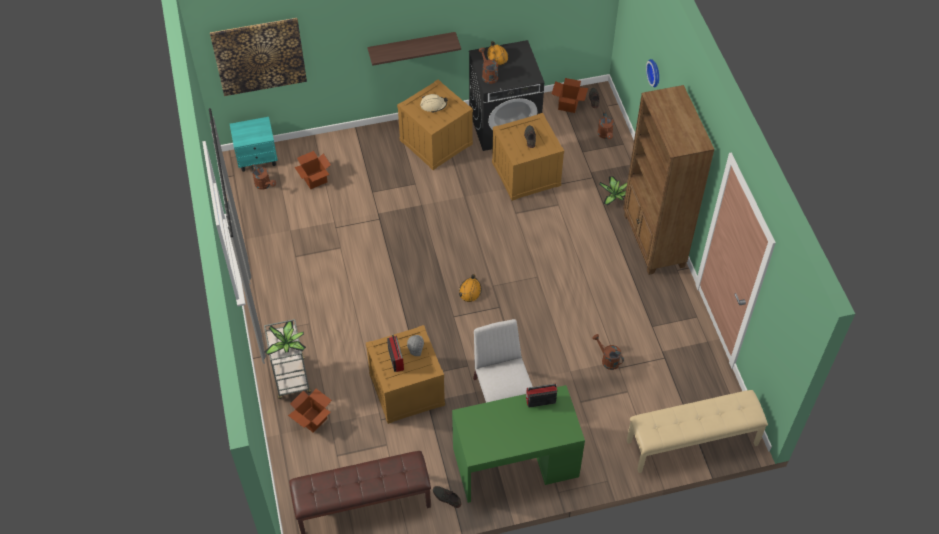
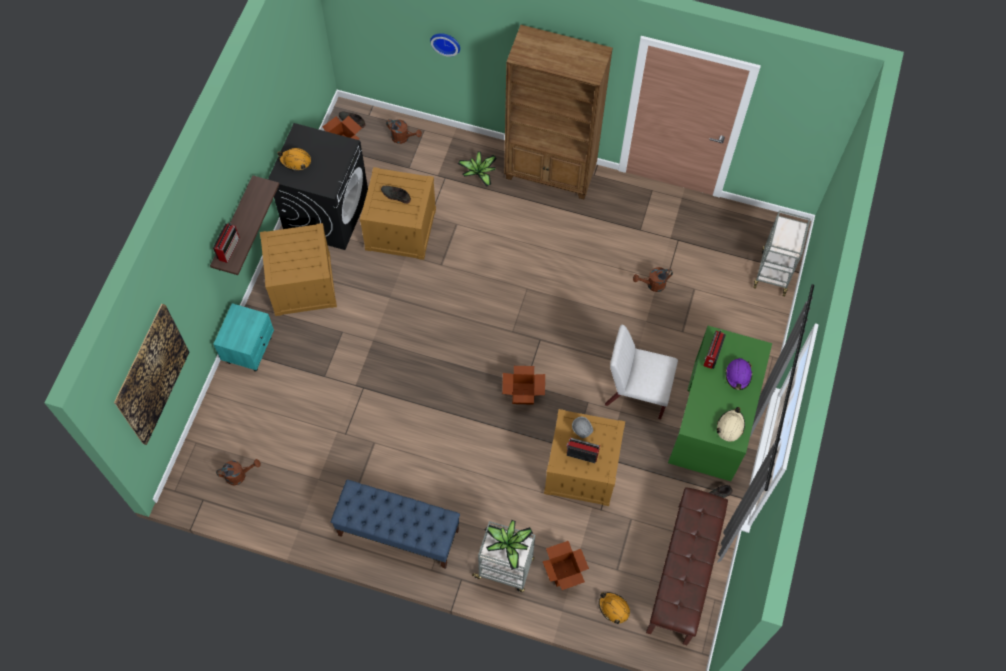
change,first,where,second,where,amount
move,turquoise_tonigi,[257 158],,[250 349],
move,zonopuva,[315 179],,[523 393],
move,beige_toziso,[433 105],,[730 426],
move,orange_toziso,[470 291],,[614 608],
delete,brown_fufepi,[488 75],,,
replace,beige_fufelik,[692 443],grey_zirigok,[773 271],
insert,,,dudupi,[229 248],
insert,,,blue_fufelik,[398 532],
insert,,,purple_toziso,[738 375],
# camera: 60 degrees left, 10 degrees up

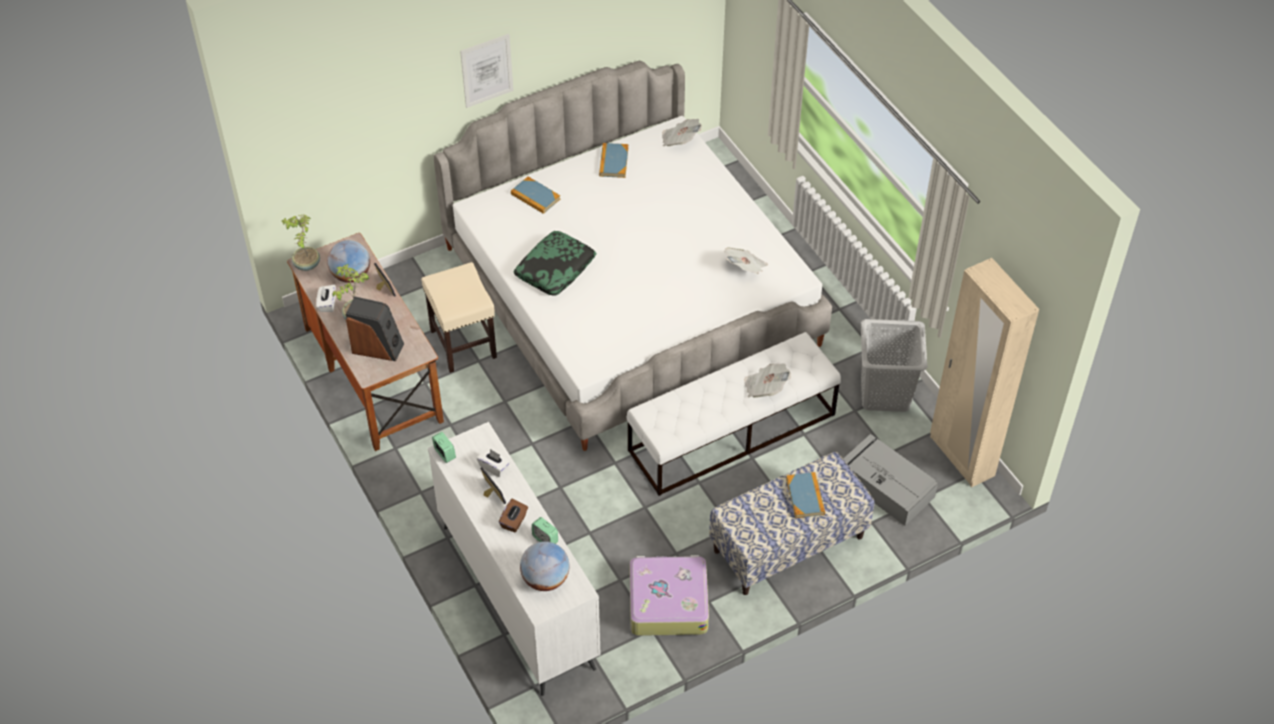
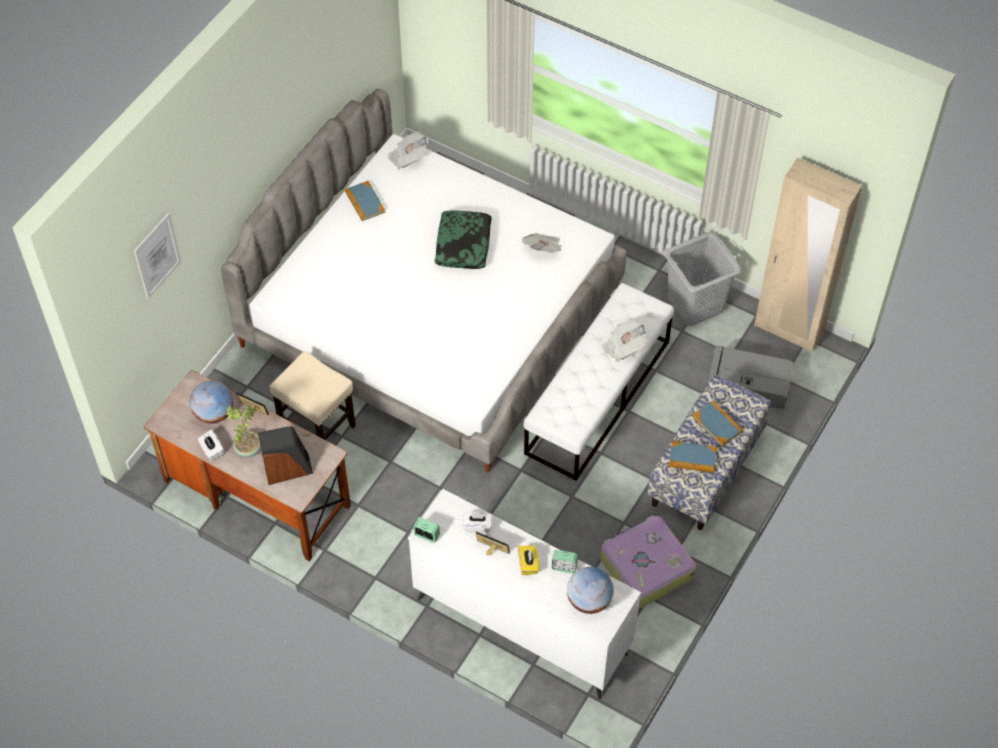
change,first,where,second,where,amount
delete,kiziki,[306 265],,,
move,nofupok,[487 70],,[157 255],
recolor,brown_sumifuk,[514 521],yellow_sumifuk,[528 564],
move,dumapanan,[535 197],,[692 458],
move,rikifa,[555 269],,[463 245],
# camera: 30 degrees left, 5 degrees up

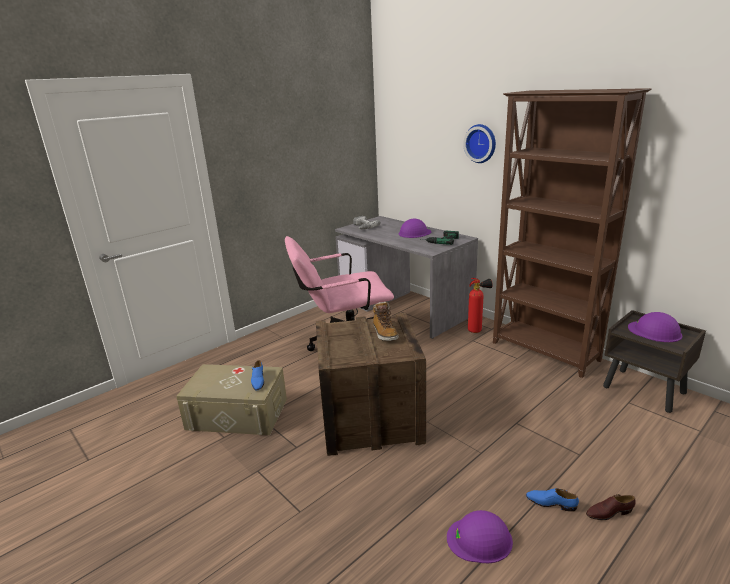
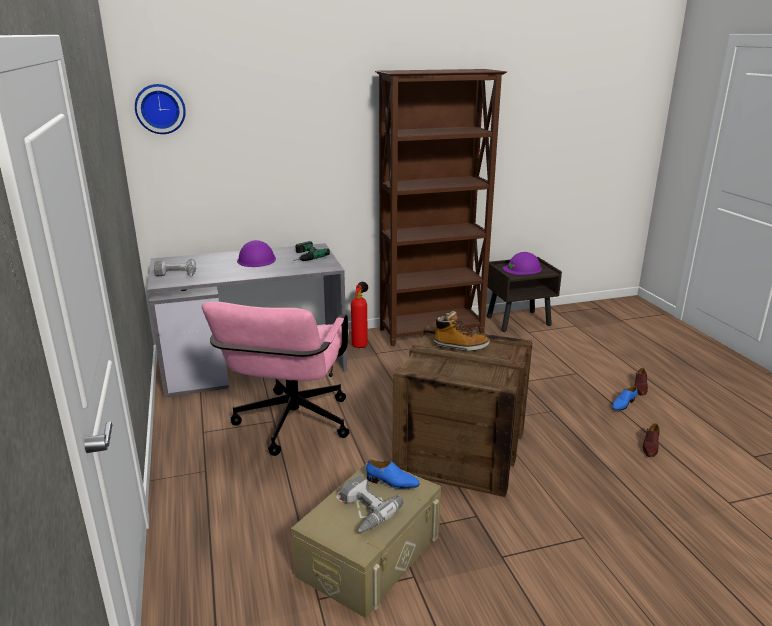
change,first,where,second,where,amount
replace,purple_toziso,[480 539],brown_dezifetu,[650 447],
move,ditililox,[481 143],,[160 109],
insert,,,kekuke,[363 511],
# camera: 65 degrees left, 0 degrees up

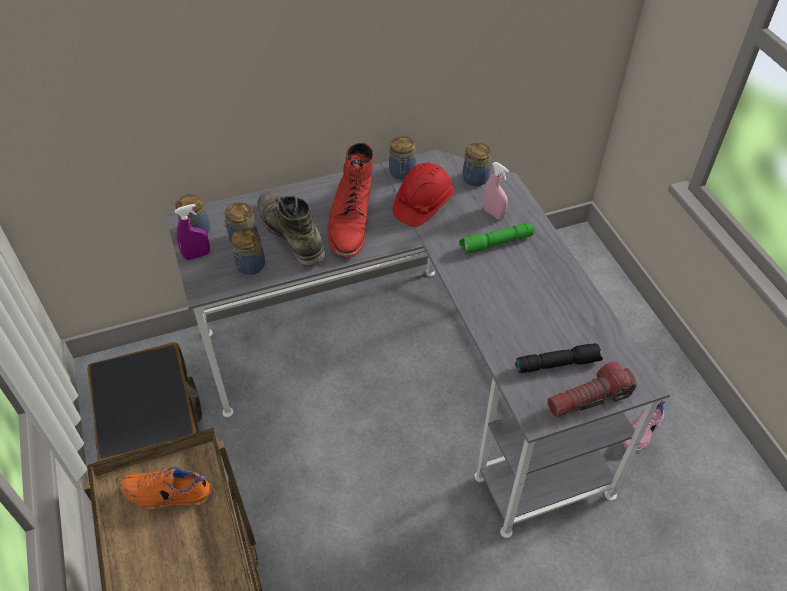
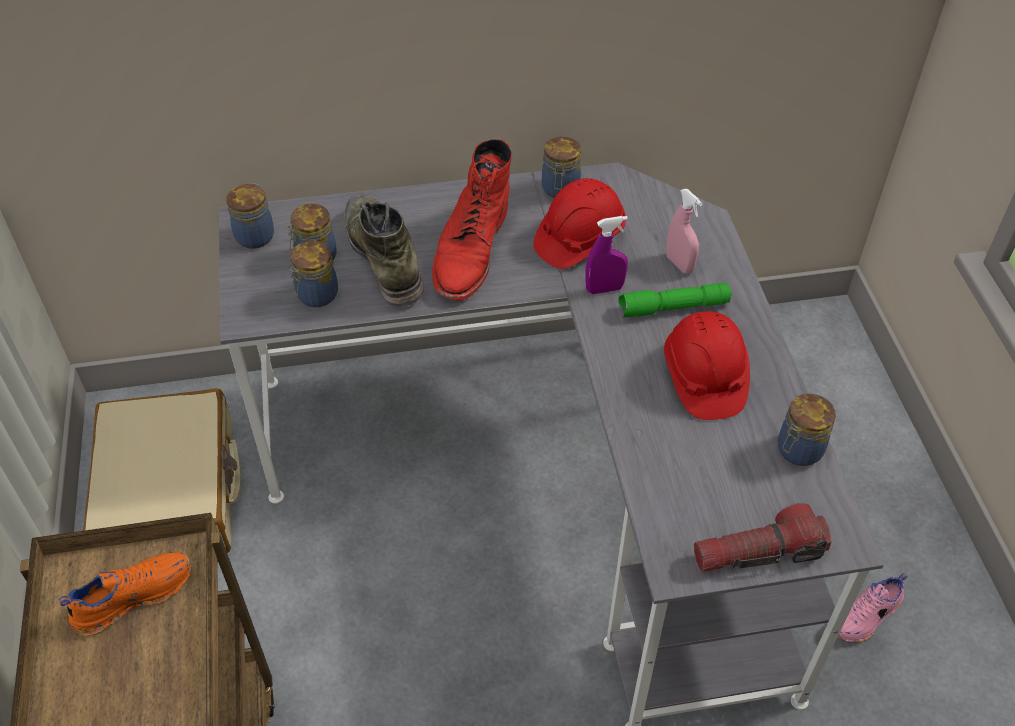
change,first,where,second,where,amount
recolor,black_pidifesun,[151 421],beige_pidifesun,[170 493],
rotate,orange_dezifetu,[168 494],,[132 596],135 degrees clockwise
move,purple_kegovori,[197 255],,[604 289],
move,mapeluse,[474 179],,[798 451],
delete,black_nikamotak,[557 363],,,
insert,,,red_toziso,[703 378],
# camera: 10 degrees right, 0 degrees up

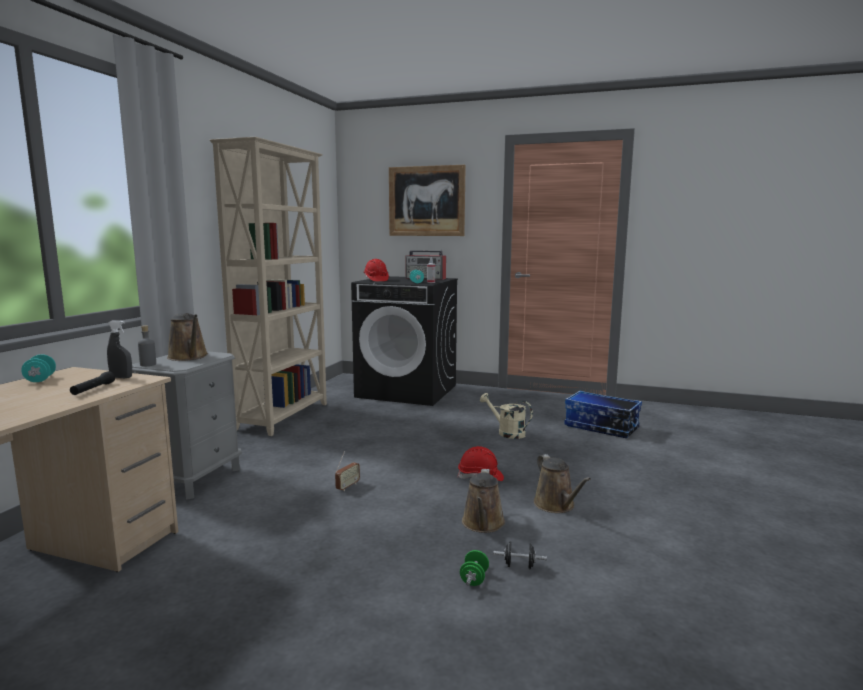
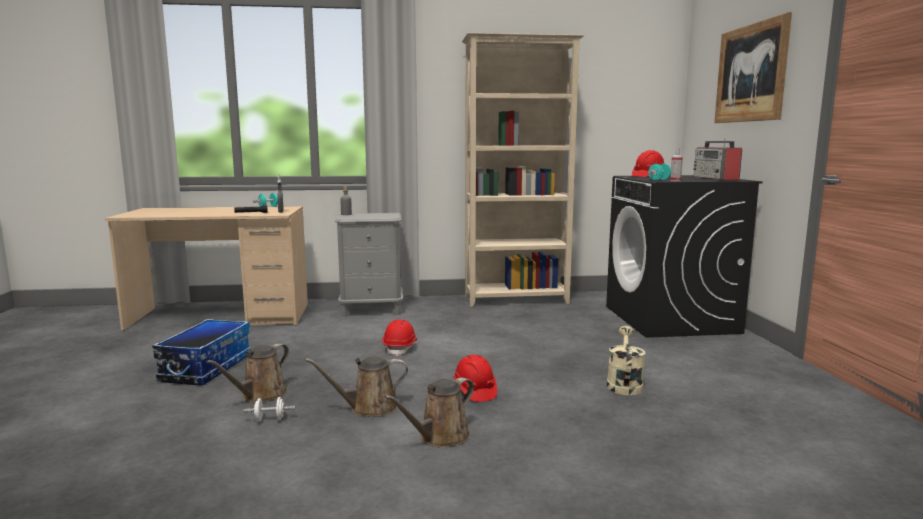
change,first,where,second,where,amount
move,brown_fufepi,[189 357],,[261 395],
replace,dudupi,[347 486],red_toziso,[400 348],
recolor,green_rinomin,[474 579],white_rinomin,[270 419],
delete,black_rinomin,[519 566],,,
move,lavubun,[600 427],,[206 368],
# camera: 65 degrees right, 0 degrees up

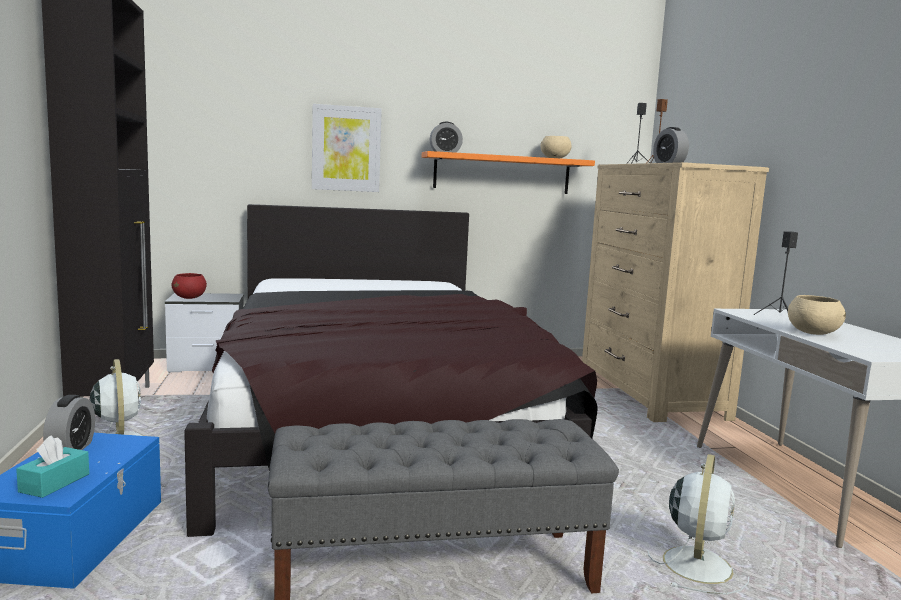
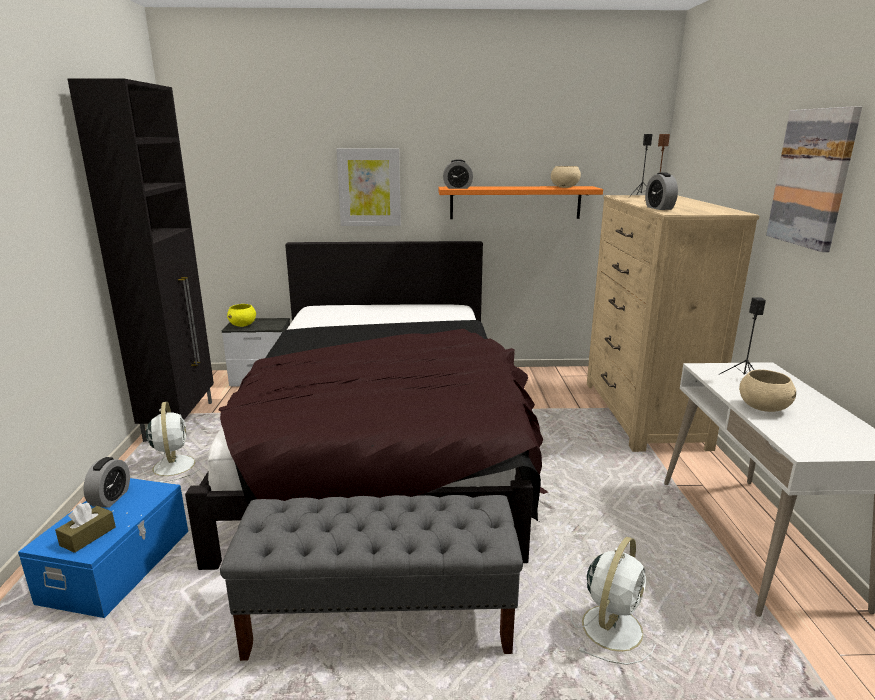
change,first,where,second,where,amount
recolor,turquoise_sumifuk,[54 483],brown_sumifuk,[88 536],
recolor,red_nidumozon,[189 298],yellow_nidumozon,[243 325],
insert,,,nofupok,[812 178],
# camera: 10 degrees right, 10 degrees up

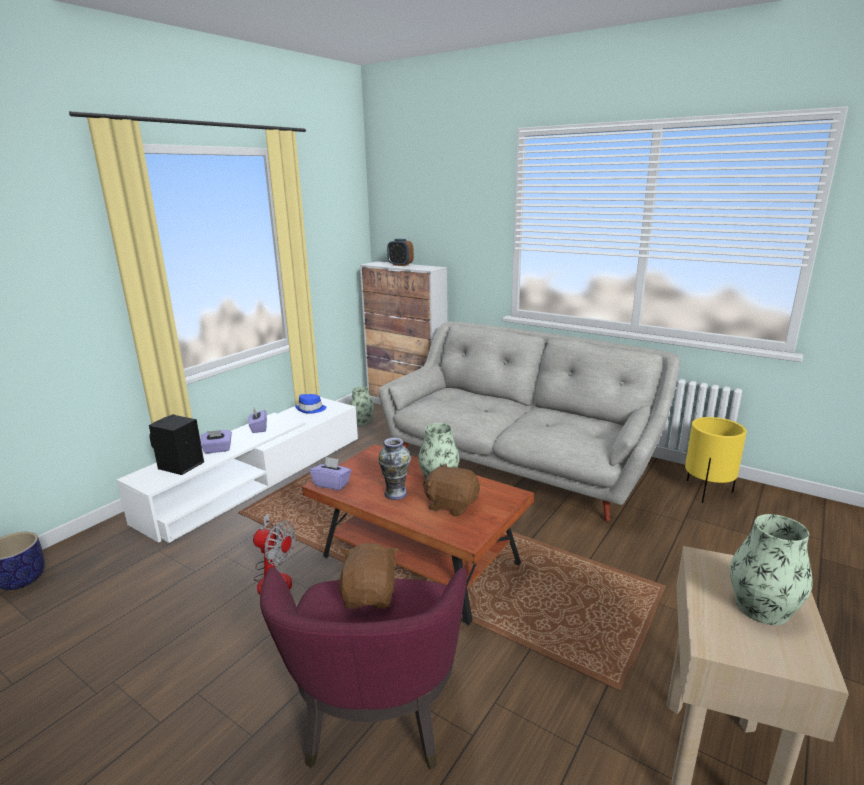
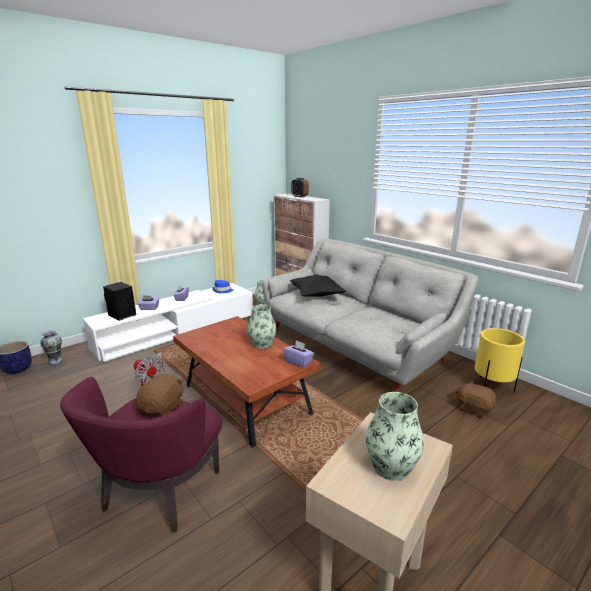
change,first,where,second,where,amount
move,purple_sumifuk,[332 484],,[298 361],
move,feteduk,[395 493],,[55 361],
move,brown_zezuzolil,[451 505],,[474 409],
insert,,,black_rikifa,[316 295],
# camera: 15 degrees right, 0 degrees up

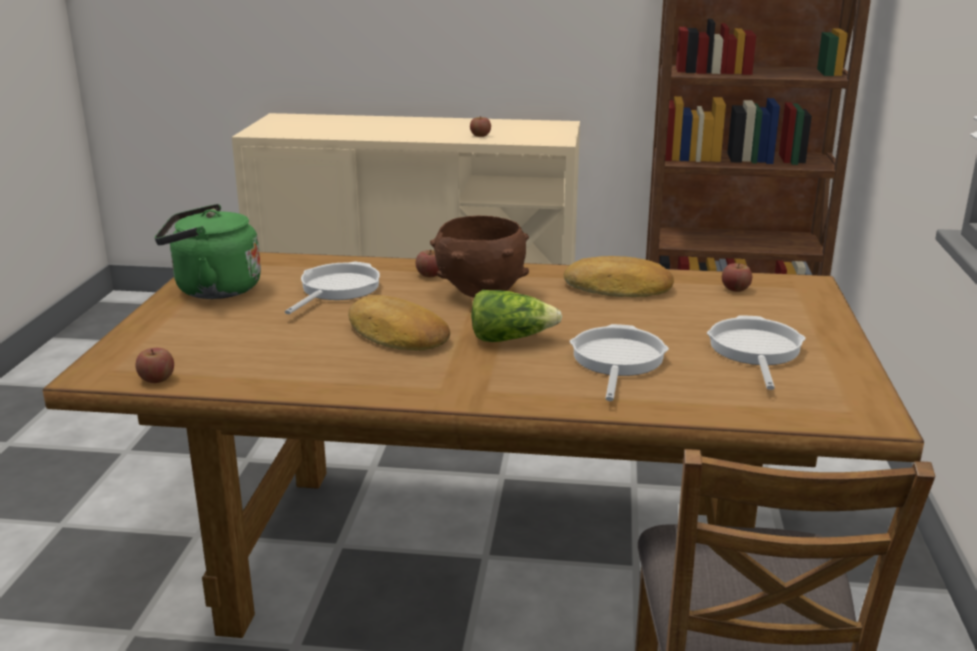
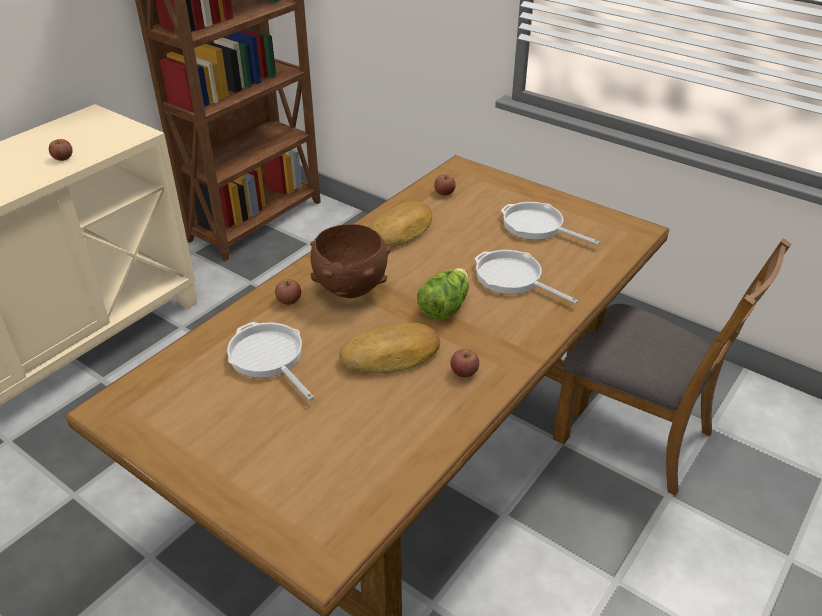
change,first,where,second,where,amount
move,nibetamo,[157 379],,[464 372],
delete,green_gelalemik,[212 289],,,
# camera: 60 degrees left, 15 degrees up

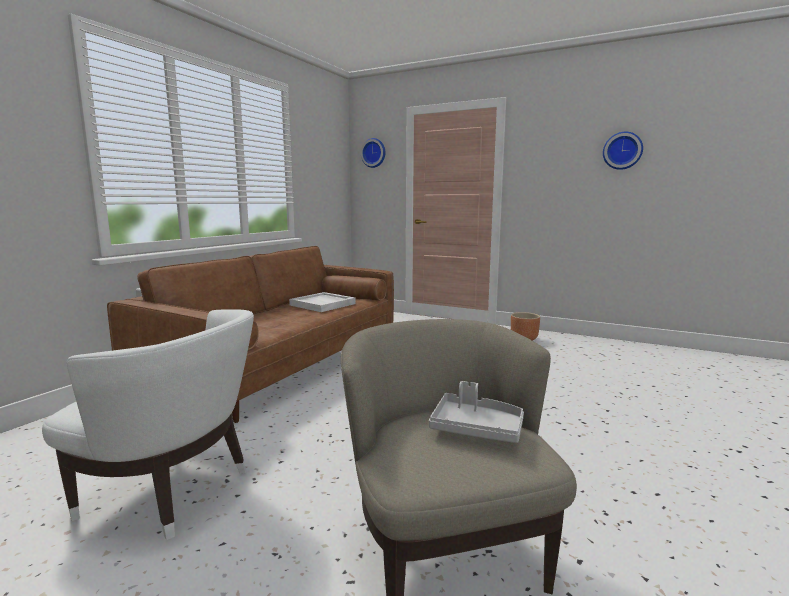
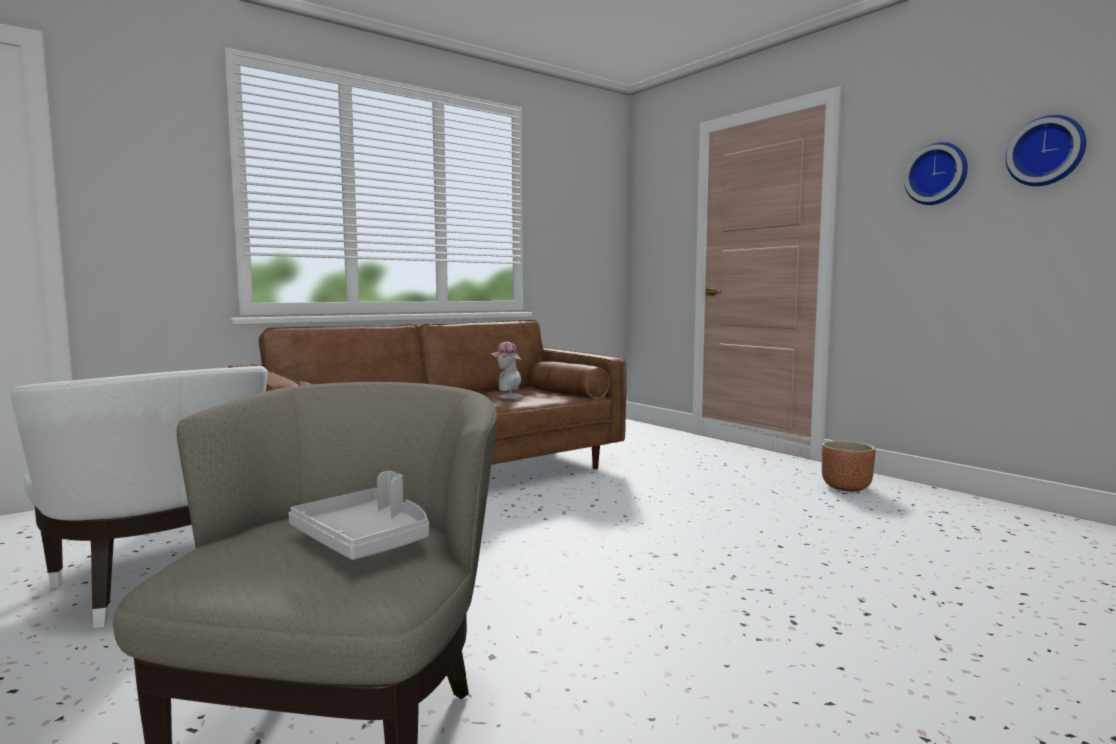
change,first,where,second,where,amount
replace,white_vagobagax,[323 304],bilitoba,[507 396],
move,ditililox,[374 153],,[937 174],
# camera: 25 degrees right, 5 degrees down

